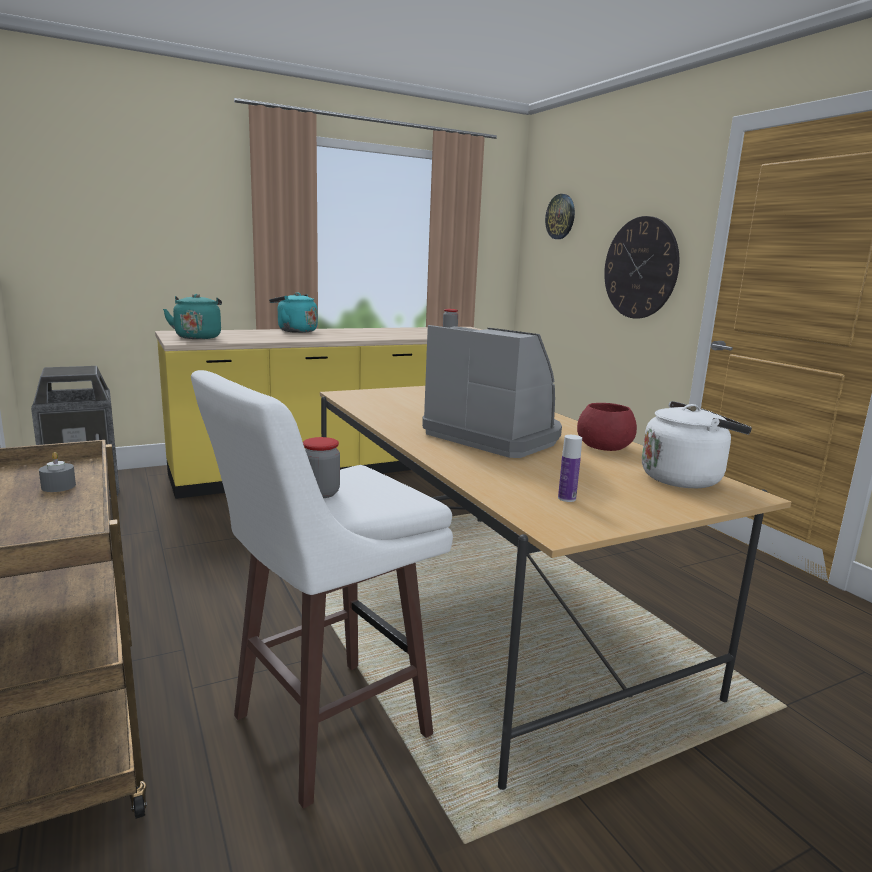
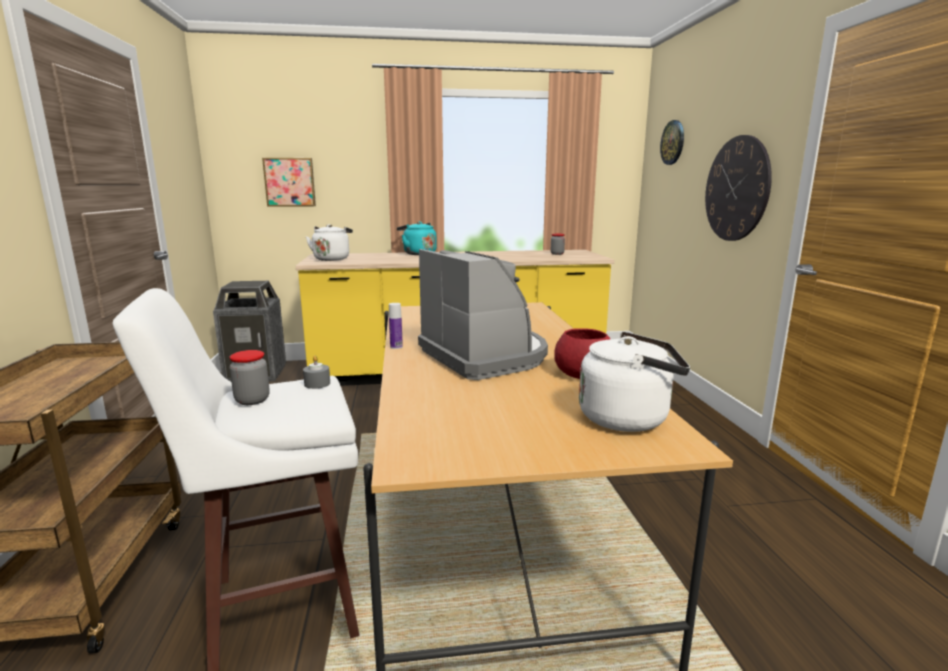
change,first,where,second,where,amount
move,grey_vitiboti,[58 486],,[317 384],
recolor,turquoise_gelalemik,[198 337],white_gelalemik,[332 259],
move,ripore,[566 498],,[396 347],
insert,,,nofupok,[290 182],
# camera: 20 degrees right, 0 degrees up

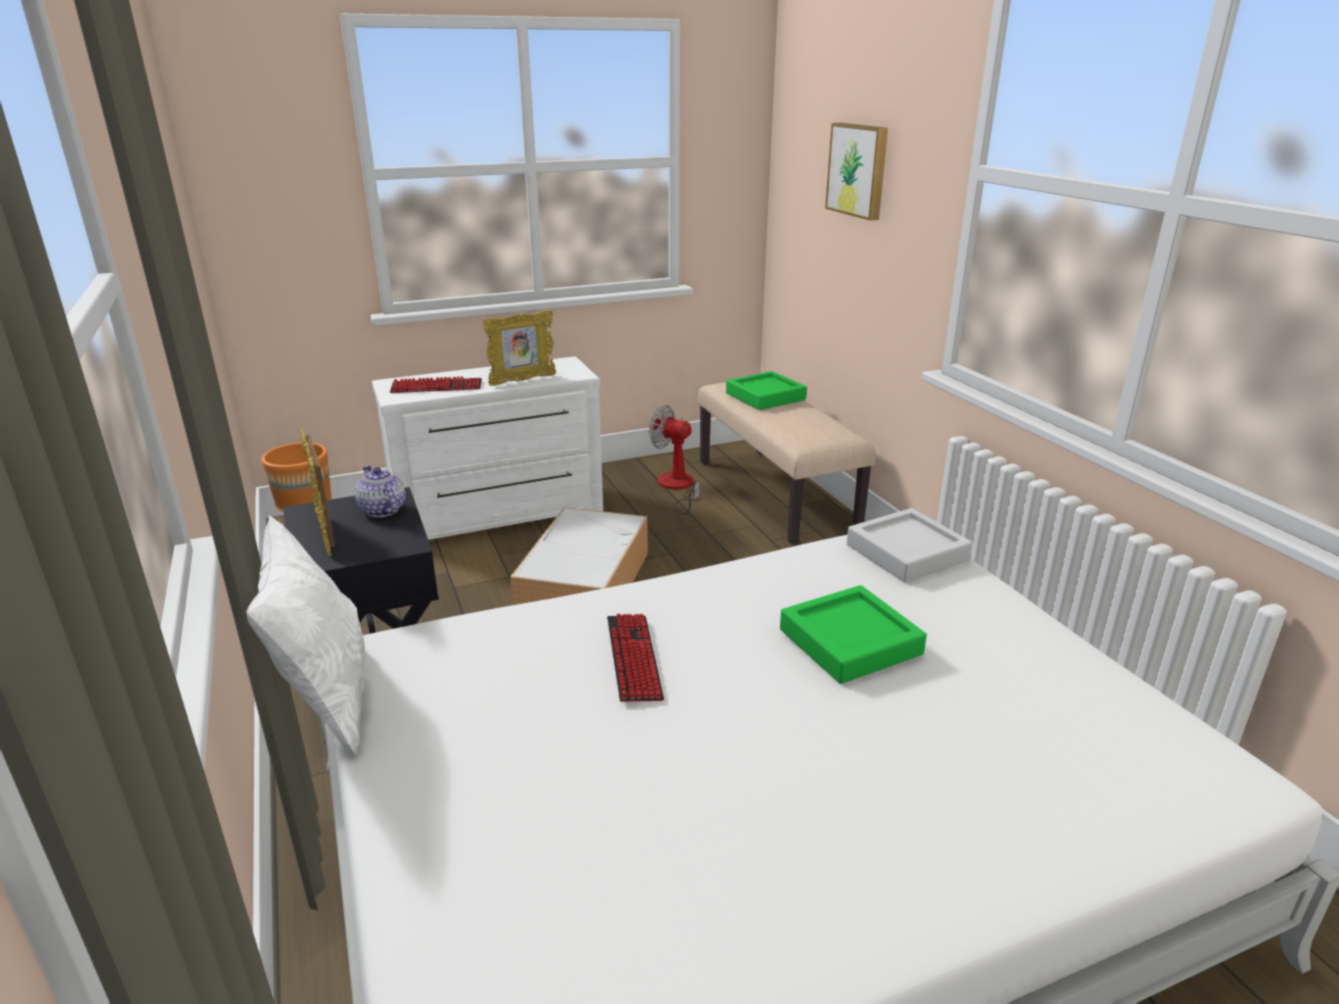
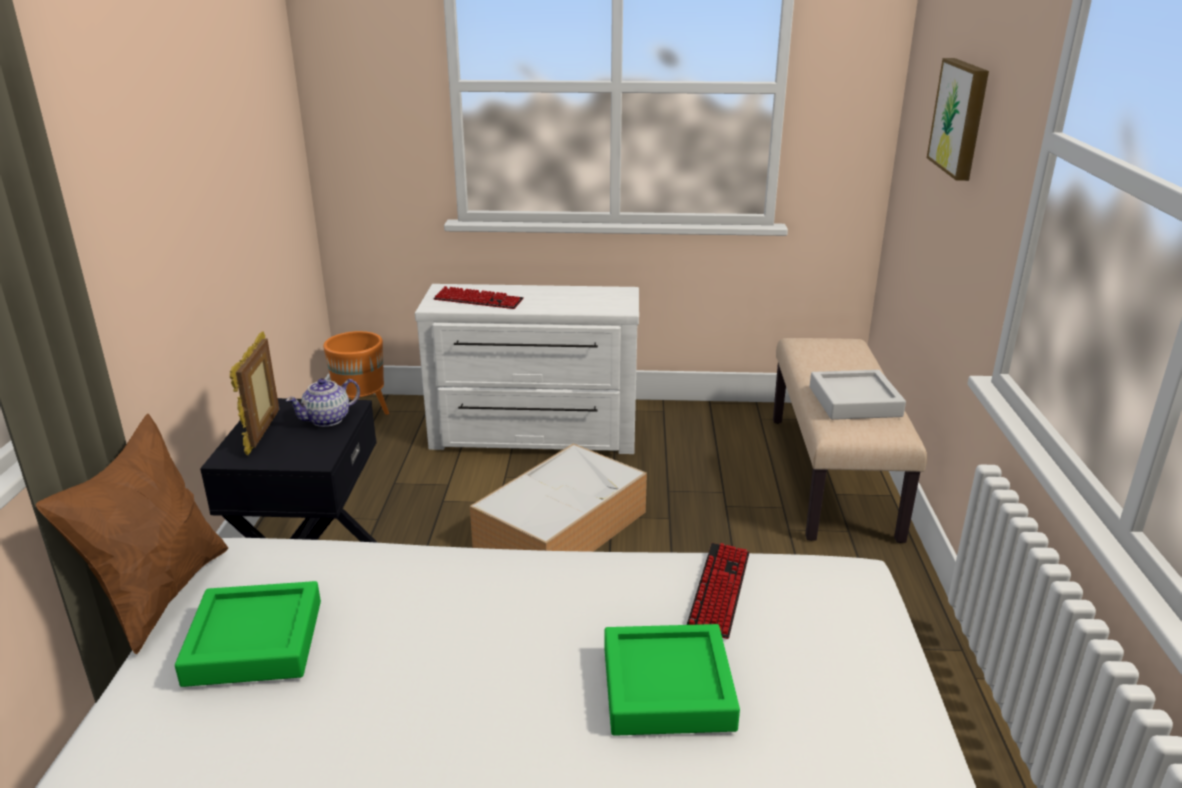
change,first,where,second,where,amount
recolor,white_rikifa,[327 701],brown_rikifa,[160 594],
rotate,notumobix,[382 510],,[328 419],120 degrees counterclockwise
delete,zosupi,[522 380],,,
move,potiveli,[633 658],,[719 590],
delete,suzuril,[678 488],,,
move,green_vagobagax,[765 396],,[254 642],
move,grey_vagobagax,[907 552],,[854 402],
# camera: 25 degrees right, 0 degrees up

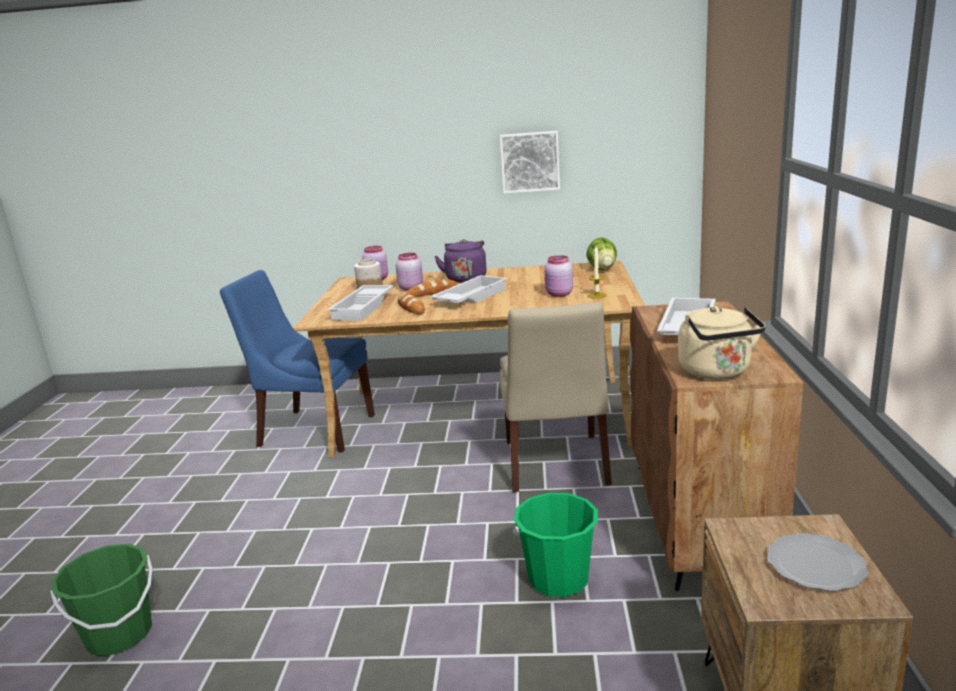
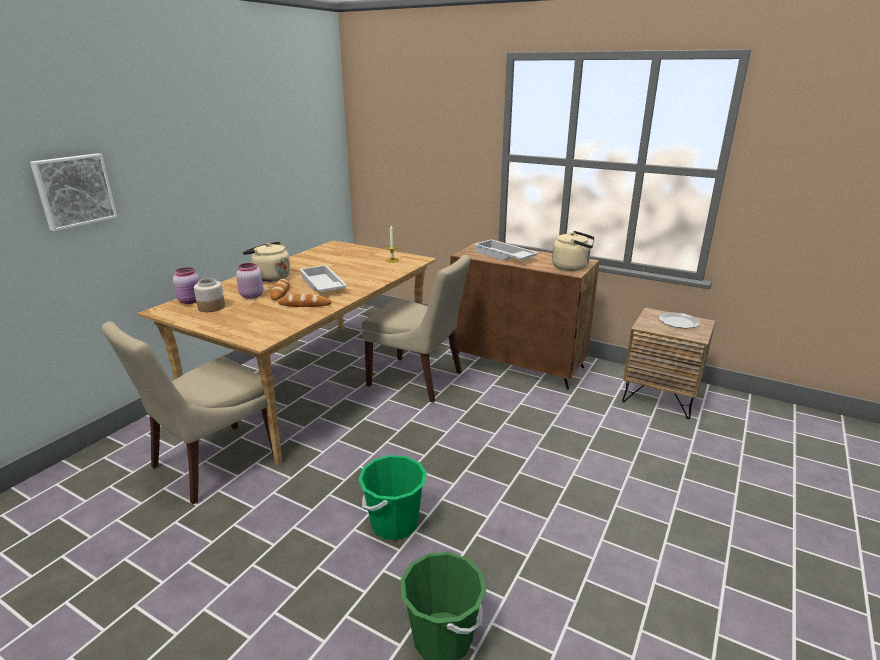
change,first,where,second,where,amount
recolor,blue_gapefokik,[313 430],beige_gapefokik,[212 464],
delete,white_vagobagax,[364 308],,,
recolor,purple_gelalemik,[466 278],beige_gelalemik,[270 277],
move,nofupok,[530 162],,[74 190],
move,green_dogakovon,[558 579],,[394 523],
delete,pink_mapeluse,[559 294],,,
delete,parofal,[602 269],,,
# camera: 65 degrees left, 5 degrees up

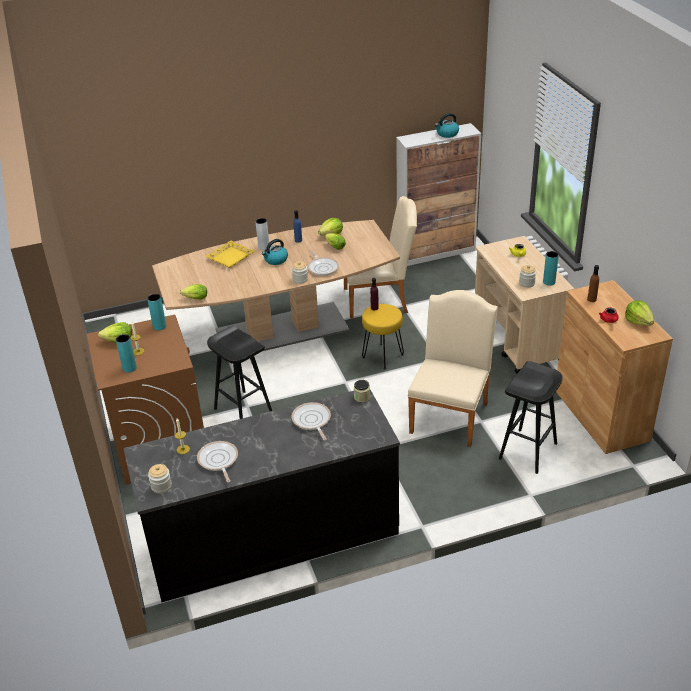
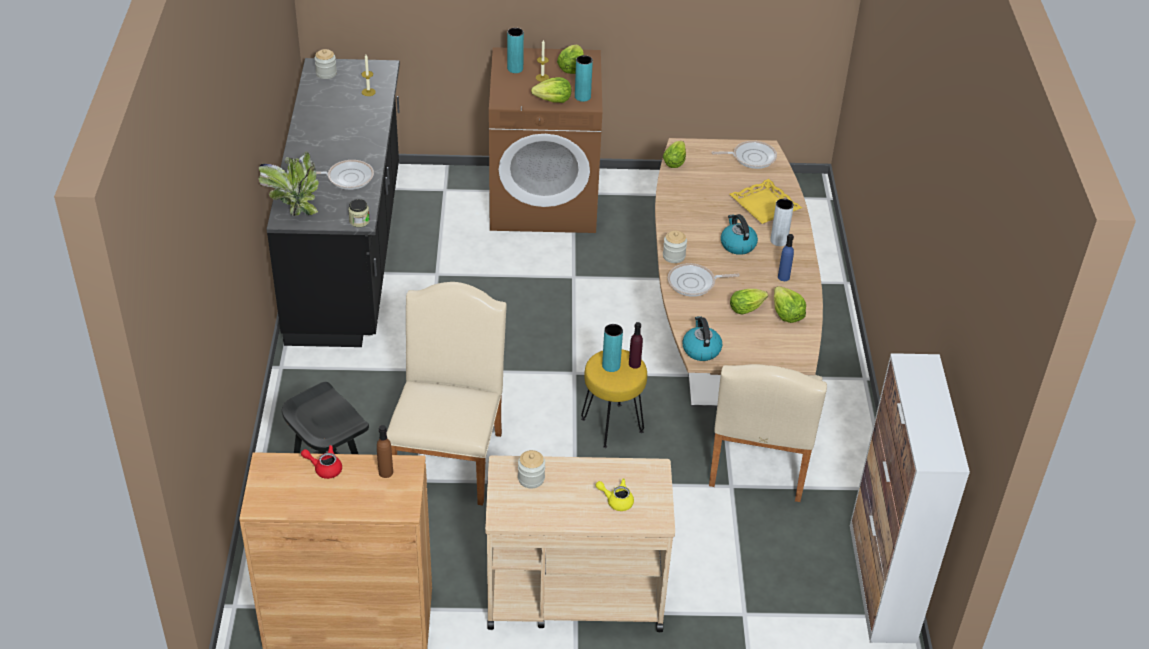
change,first,where,second,where,amount
move,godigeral,[218 461],,[751 157],
delete,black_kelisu,[242 410],,,
rotate,beige_gapefokik,[451 414],,[450 455],120 degrees counterclockwise
move,gelalemik,[447 134],,[701 349],
move,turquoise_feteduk,[549 282],,[611 366],
move,parofal,[638 321],,[553 100],
insert,,,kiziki,[294 203],
# camera: 105 degrees right, 5 degrees up

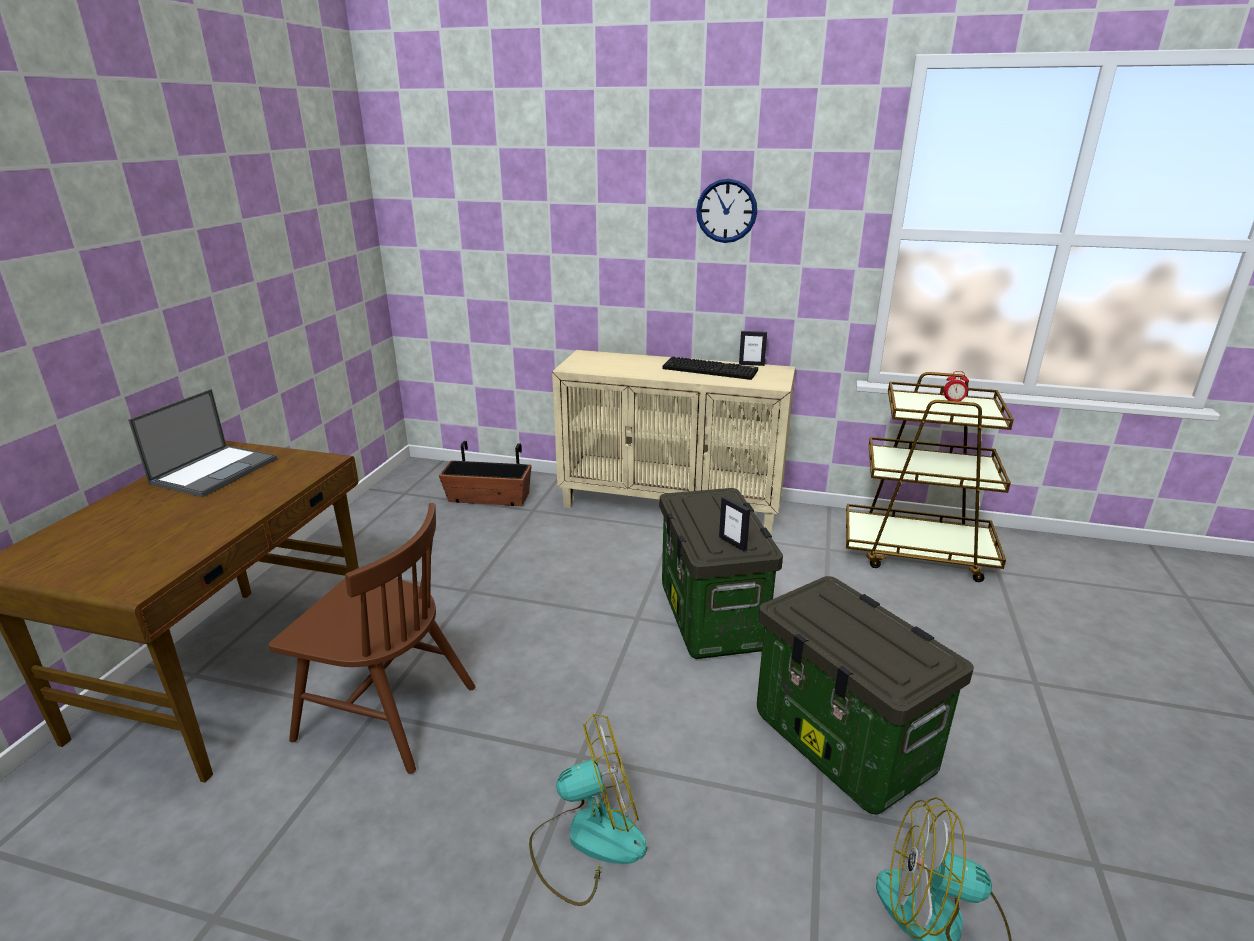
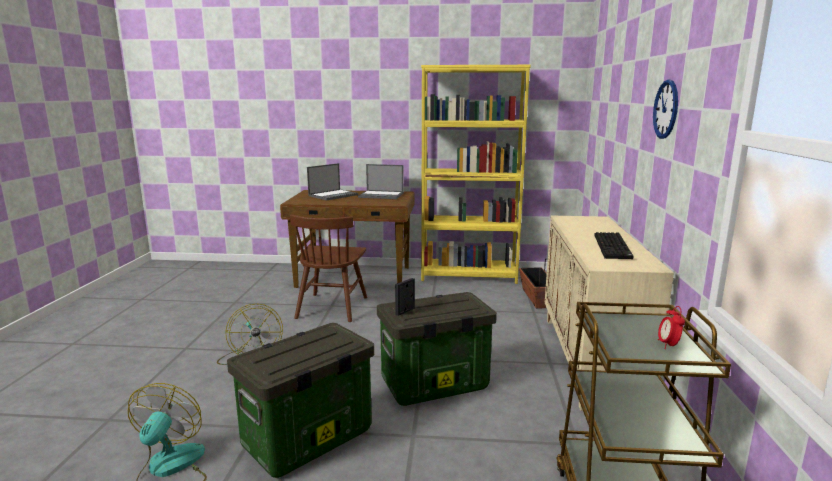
change,first,where,second,where,amount
delete,zosupi,[751 364],,,
insert,,,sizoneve,[333 195],
insert,,,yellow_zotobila,[469 275],
# camera: 80 degrees right, 10 degrees down

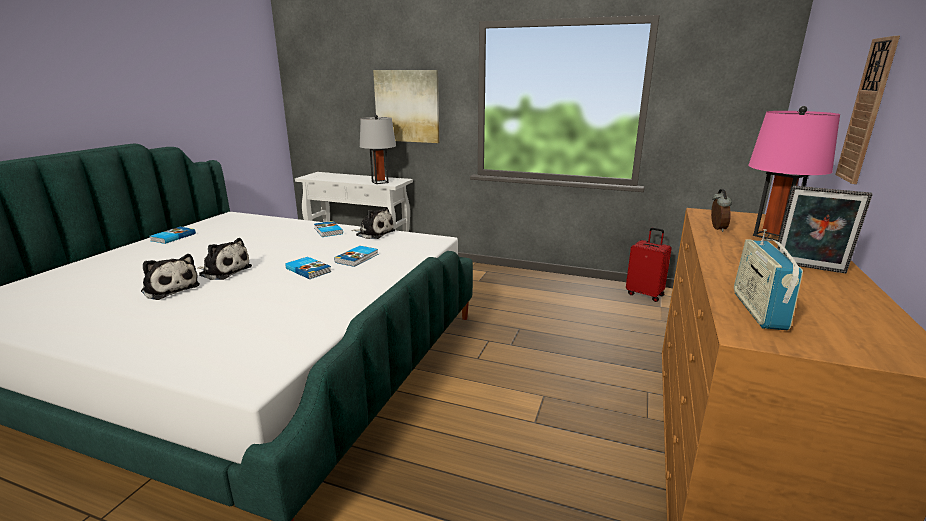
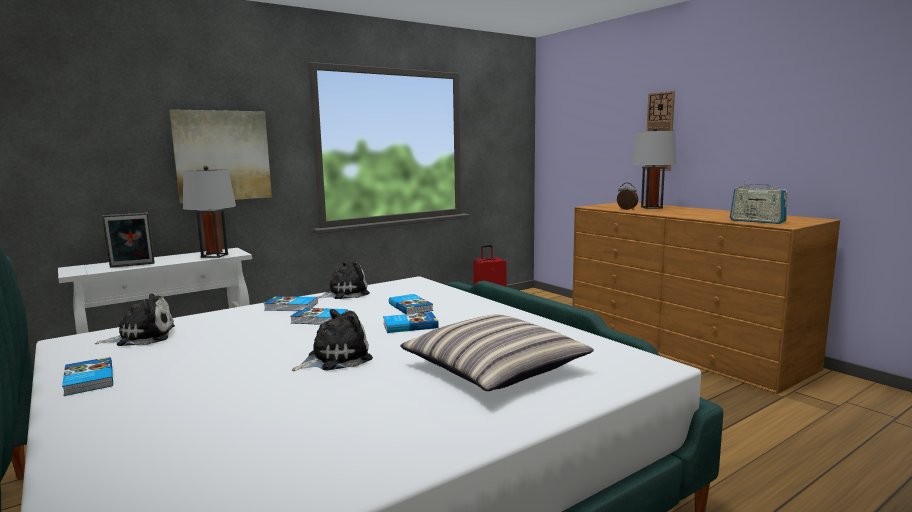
change,first,where,second,where,amount
move,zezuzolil,[170 288],,[142 337],
recolor,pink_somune,[772 236],grey_somune,[651 207],
move,zosupi,[809 268],,[132 265],
insert,,,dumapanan,[320 320],
insert,,,rikifa,[494 368],
# camera: 55 degrees left, 10 degrees down

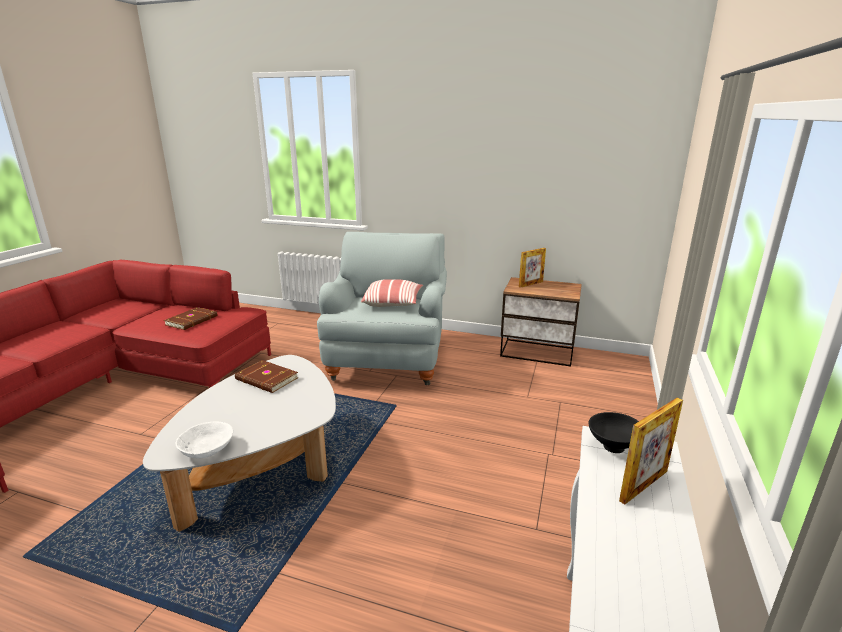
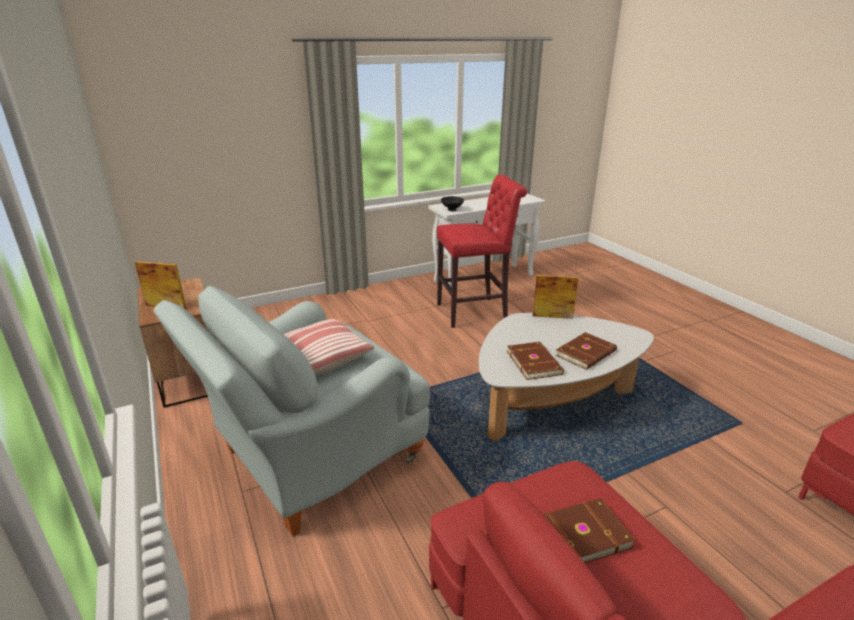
change,first,where,second,where,amount
delete,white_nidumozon,[207 449],,,
move,zosupi,[644 485],,[552 316],
insert,,,red_kelisu,[475 312],
insert,,,brown_dumapanan,[587 353],
# camera: 135 degrees left, 5 degrees up

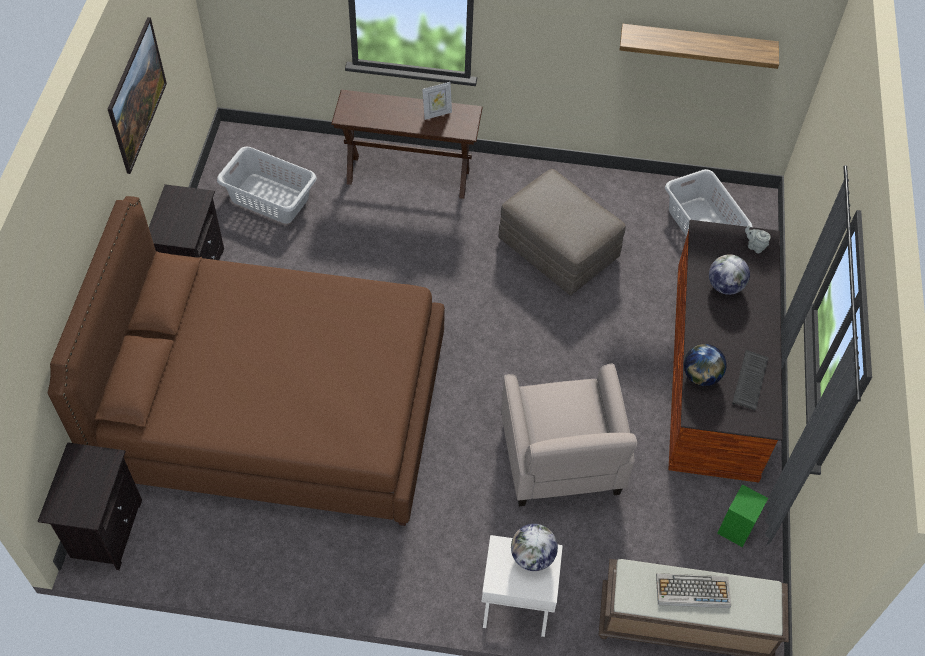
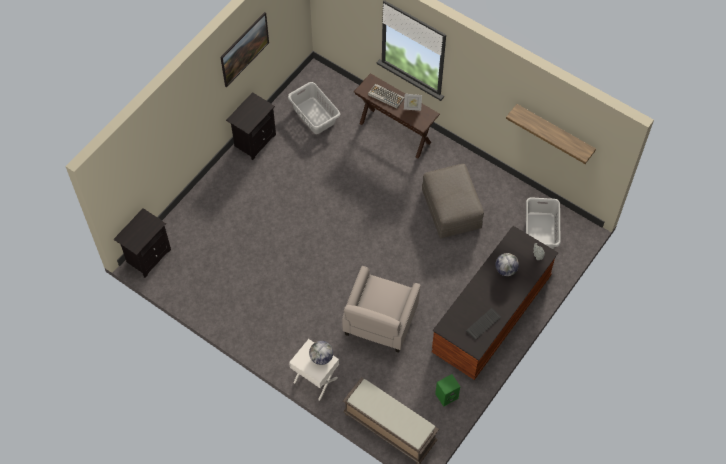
change,first,where,second,where,amount
delete,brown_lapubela,[275 408],,,
move,potiveli,[692 591],,[385 96],
delete,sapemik,[701 376],,,
# camera: 30 degrees right, 5 degrees up

